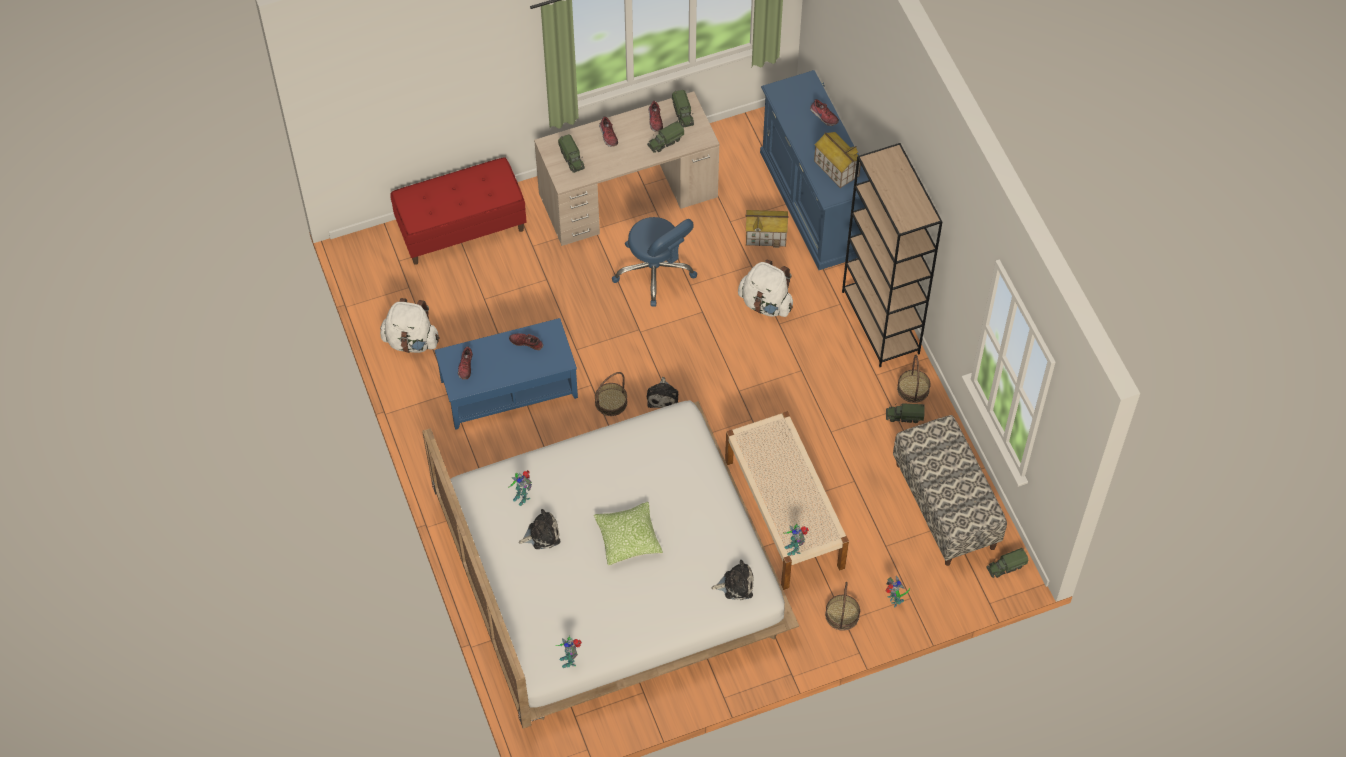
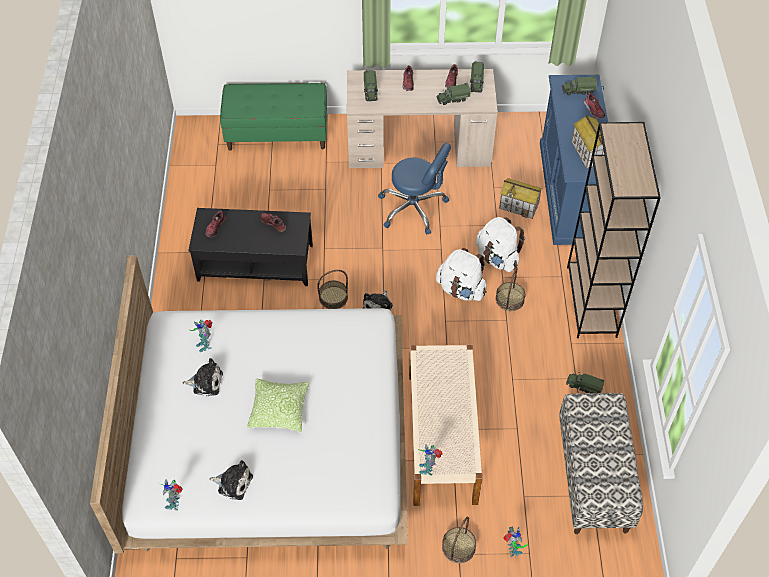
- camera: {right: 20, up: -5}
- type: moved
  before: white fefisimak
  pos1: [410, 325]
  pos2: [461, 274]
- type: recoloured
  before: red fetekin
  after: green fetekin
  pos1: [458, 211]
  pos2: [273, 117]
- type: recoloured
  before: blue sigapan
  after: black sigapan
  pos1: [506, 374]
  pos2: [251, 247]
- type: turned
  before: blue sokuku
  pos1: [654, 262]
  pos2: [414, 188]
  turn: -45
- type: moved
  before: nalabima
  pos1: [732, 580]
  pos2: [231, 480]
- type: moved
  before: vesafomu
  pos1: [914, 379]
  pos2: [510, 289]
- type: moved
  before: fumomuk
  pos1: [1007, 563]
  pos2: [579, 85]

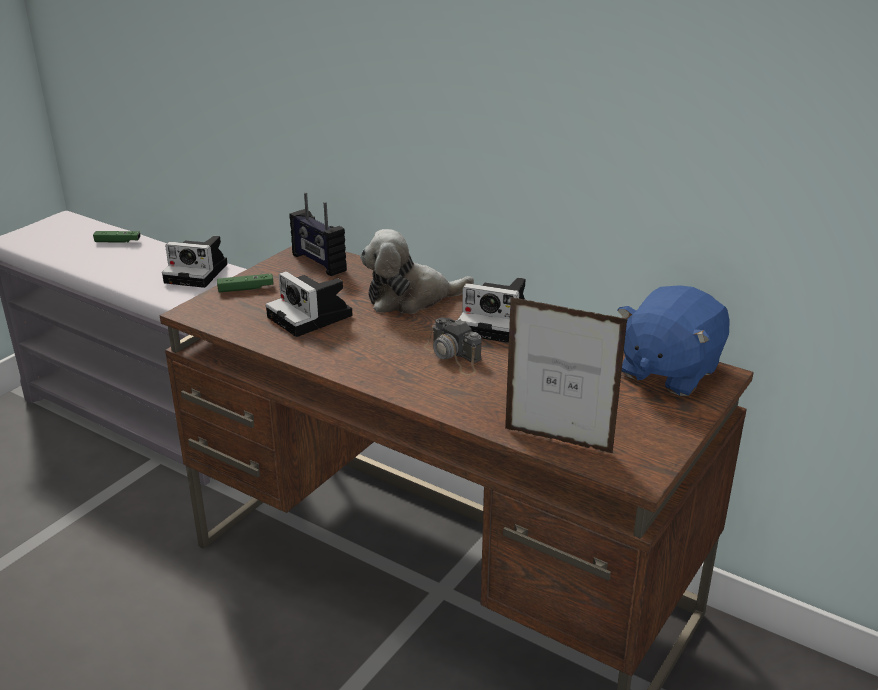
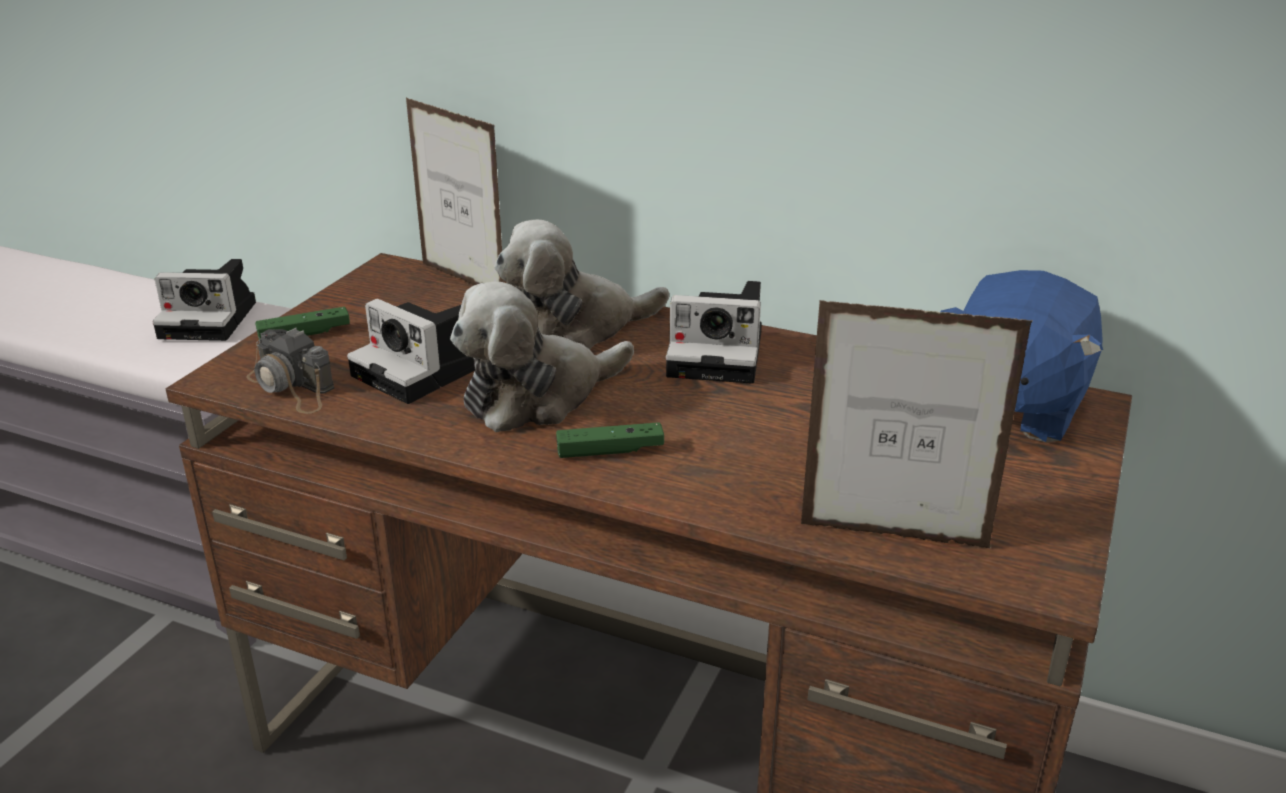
- camera: {right: -10, up: 0}
- type: moved
  before: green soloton
  pos1: [116, 237]
  pos2: [610, 440]
- type: removed
  before: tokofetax
  pos1: [318, 234]
- type: moved
  before: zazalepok
  pos1: [453, 346]
  pos2: [290, 371]
- type: added
  after: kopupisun
  pos2: [455, 191]
- type: added
  after: nalabima
  pos2: [542, 357]

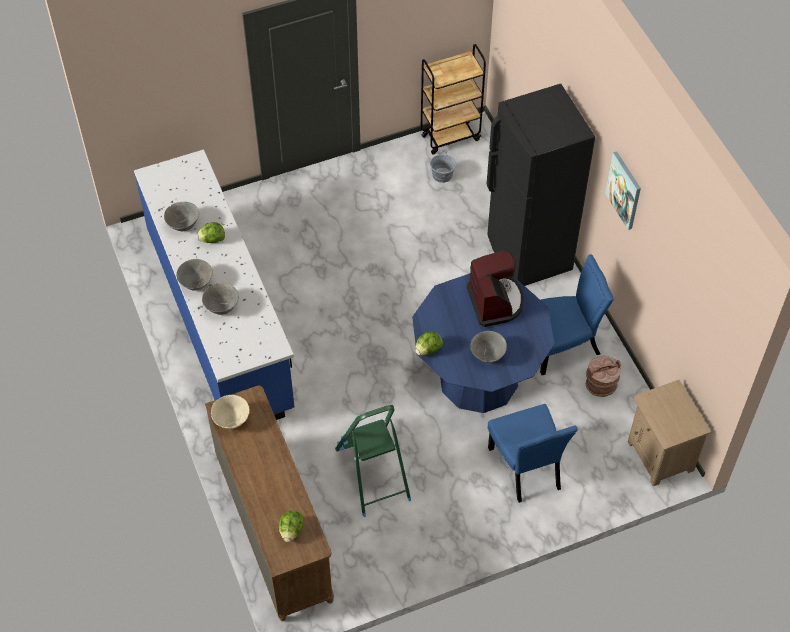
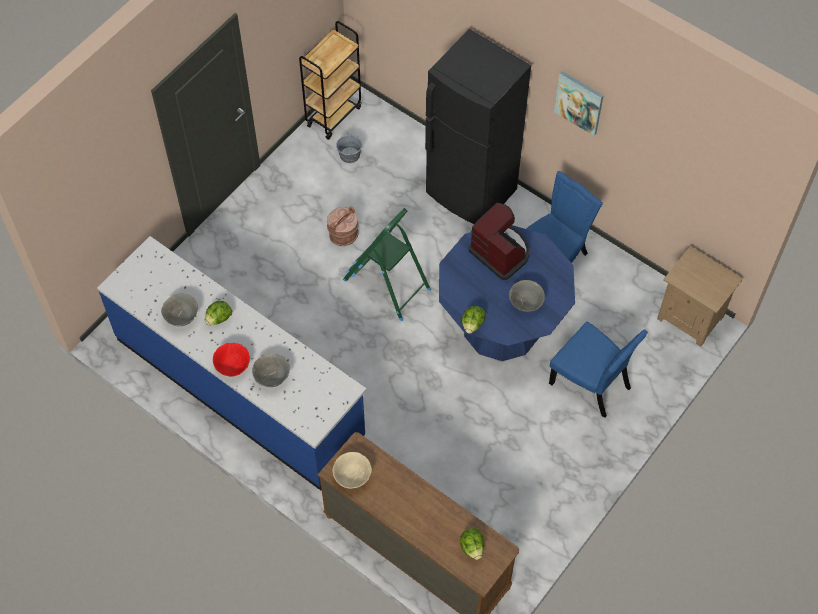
- camera: {right: -30, up: 5}
- type: recoloured
  before: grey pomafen
  after: red pomafen
  pos1: [194, 274]
  pos2: [231, 359]
- type: moved
  before: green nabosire
  pos1: [373, 461]
  pos2: [387, 264]
- type: moved
  before: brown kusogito
  pos1: [603, 376]
  pos2: [343, 226]

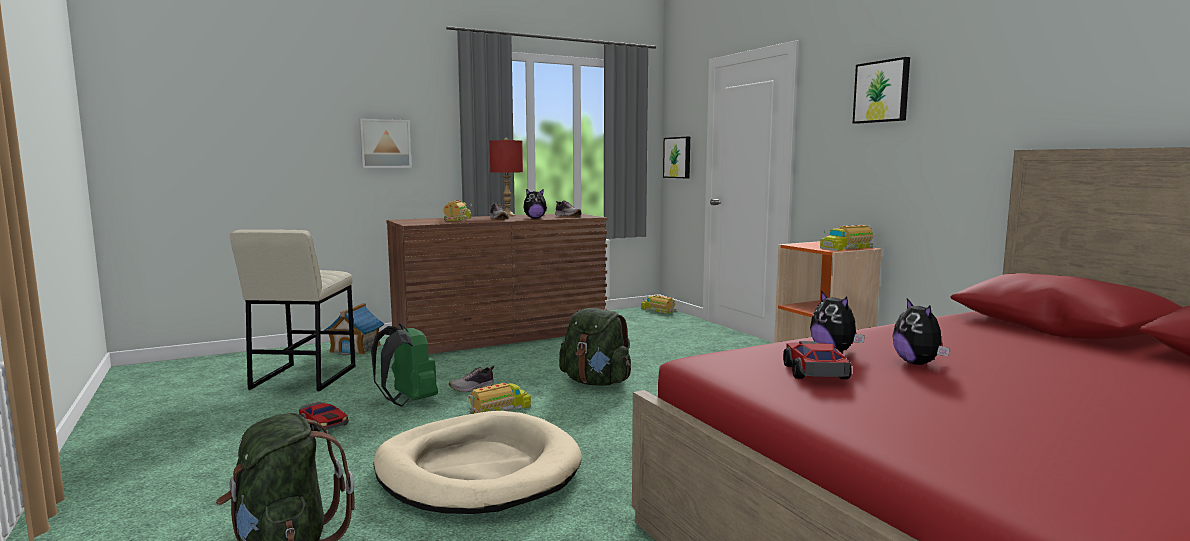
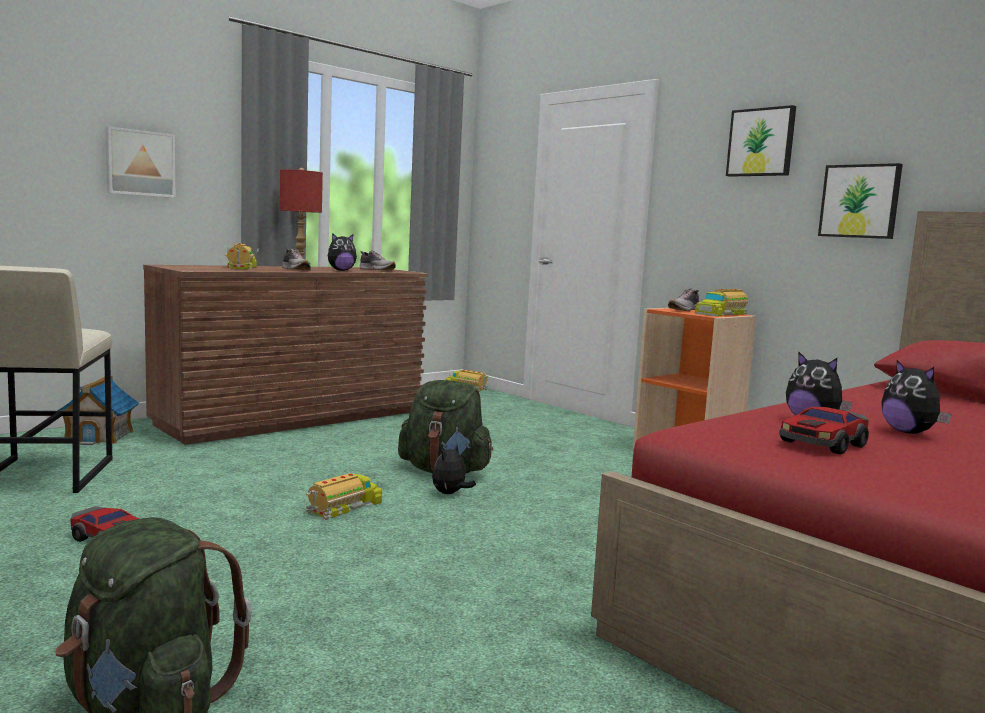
- camera: {right: -15, up: 0}
- type: removed
  before: green fefisimak
  pos1: [404, 365]
- type: removed
  before: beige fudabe
  pos1: [477, 462]
- type: moved
  before: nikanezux
  pos1: [471, 379]
  pos2: [683, 299]
- type: moved
  before: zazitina
  pos1: [676, 157]
  pos2: [860, 201]
- type: turned
  before: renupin
  pos1: [817, 360]
  pos2: [824, 431]
  turn: -120
- type: added
  after: nalabima
  pos2: [454, 469]

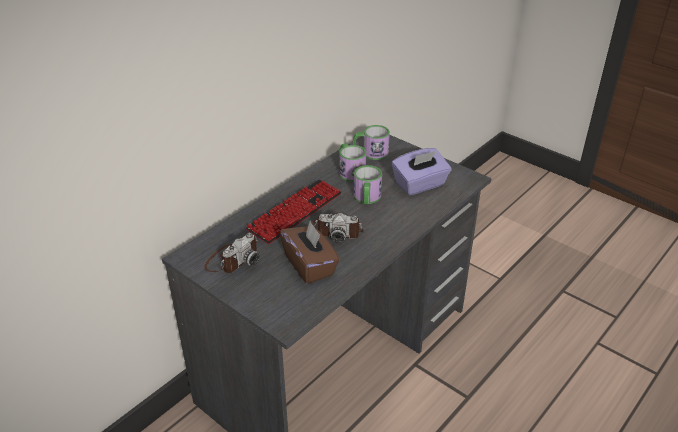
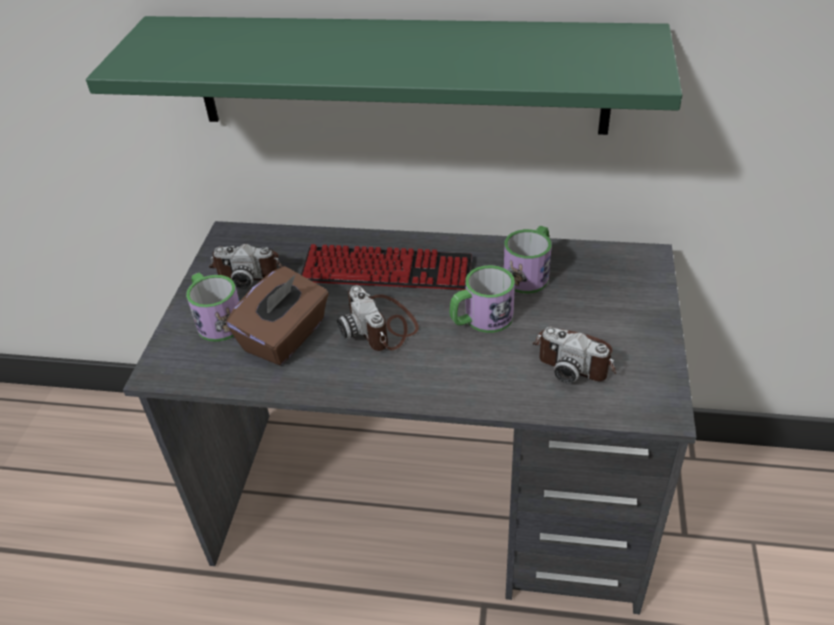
- camera: {right: 60, up: 5}
- type: moved
  before: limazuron
  pos1: [371, 142]
  pos2: [213, 307]
- type: replaced
  before: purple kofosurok
  after: zazalepok
  pos1: [421, 171]
  pos2: [574, 355]
- type: added
  after: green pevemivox
  pos2: [384, 75]

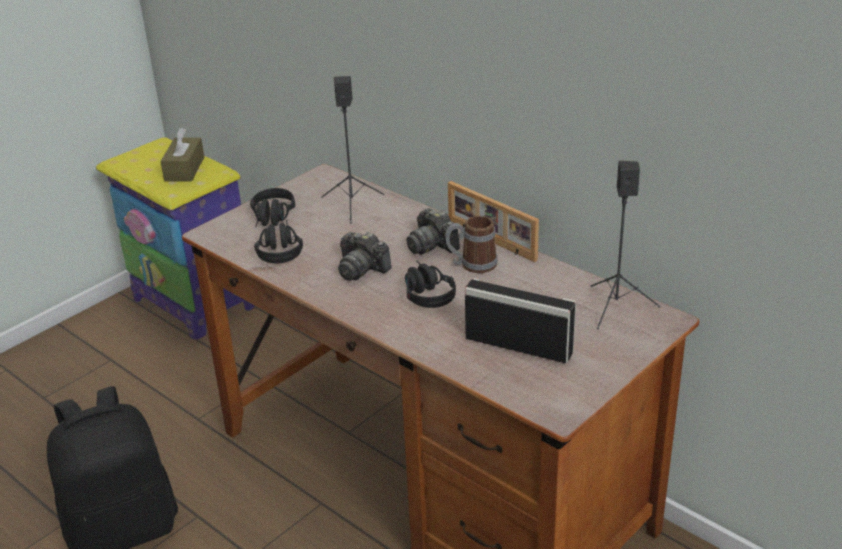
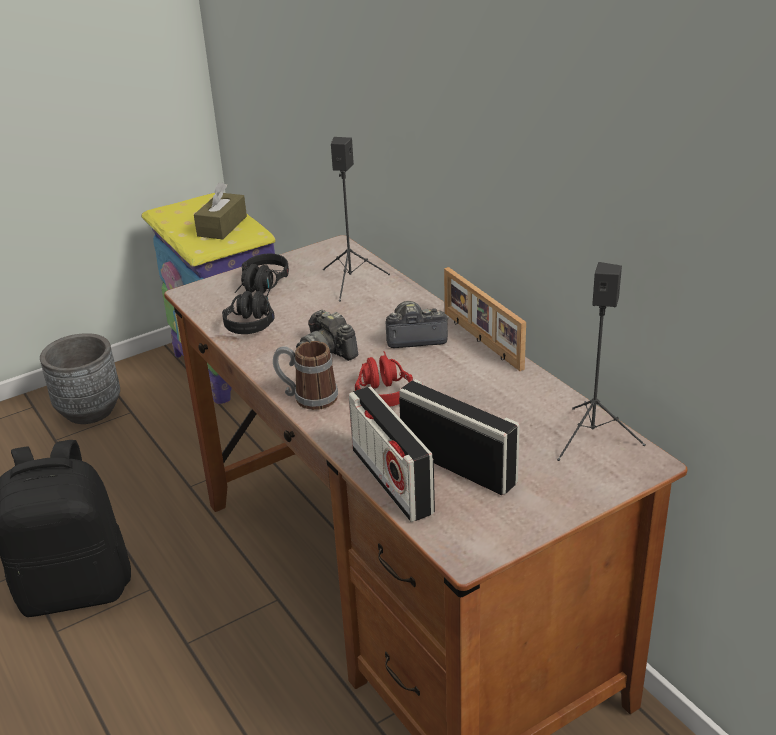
- camera: {right: 15, up: 0}
- type: recoloured
  before: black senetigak
  after: red senetigak
  pos1: [430, 284]
  pos2: [384, 379]
- type: turned
  before: zazalepok
  pos1: [433, 231]
  pos2: [417, 324]
  turn: 105
- type: moved
  before: limazuron
  pos1: [471, 244]
  pos2: [305, 375]
- type: added
  after: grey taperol
  pos2: [80, 378]
- type: added
  after: tokofetax
  pos2: [391, 454]

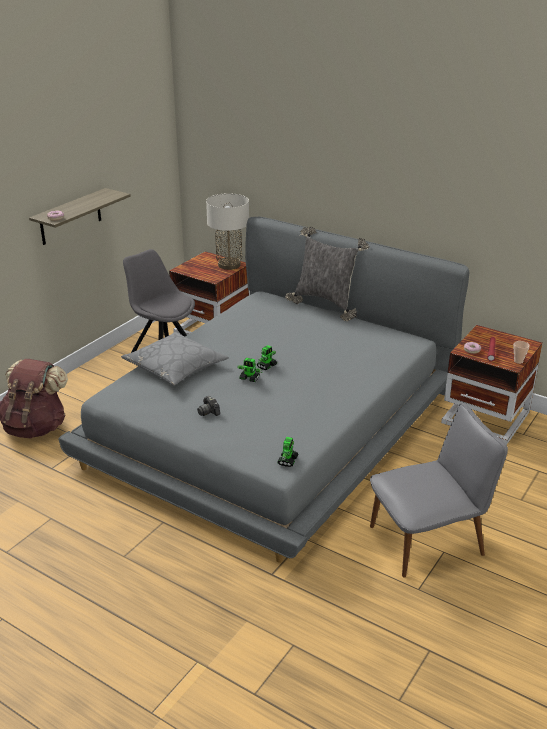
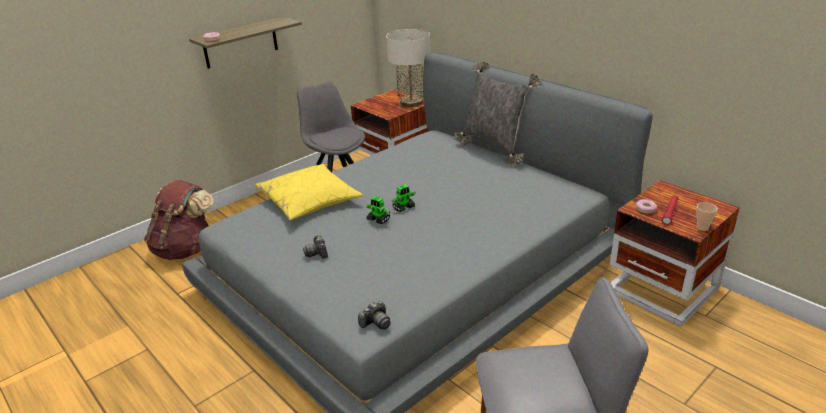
- camera: {right: 15, up: 0}
- type: recoloured
  before: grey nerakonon
  after: yellow nerakonon
  pos1: [175, 359]
  pos2: [309, 192]
- type: replaced
  before: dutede
  after: zazalepok
  pos1: [287, 452]
  pos2: [374, 315]

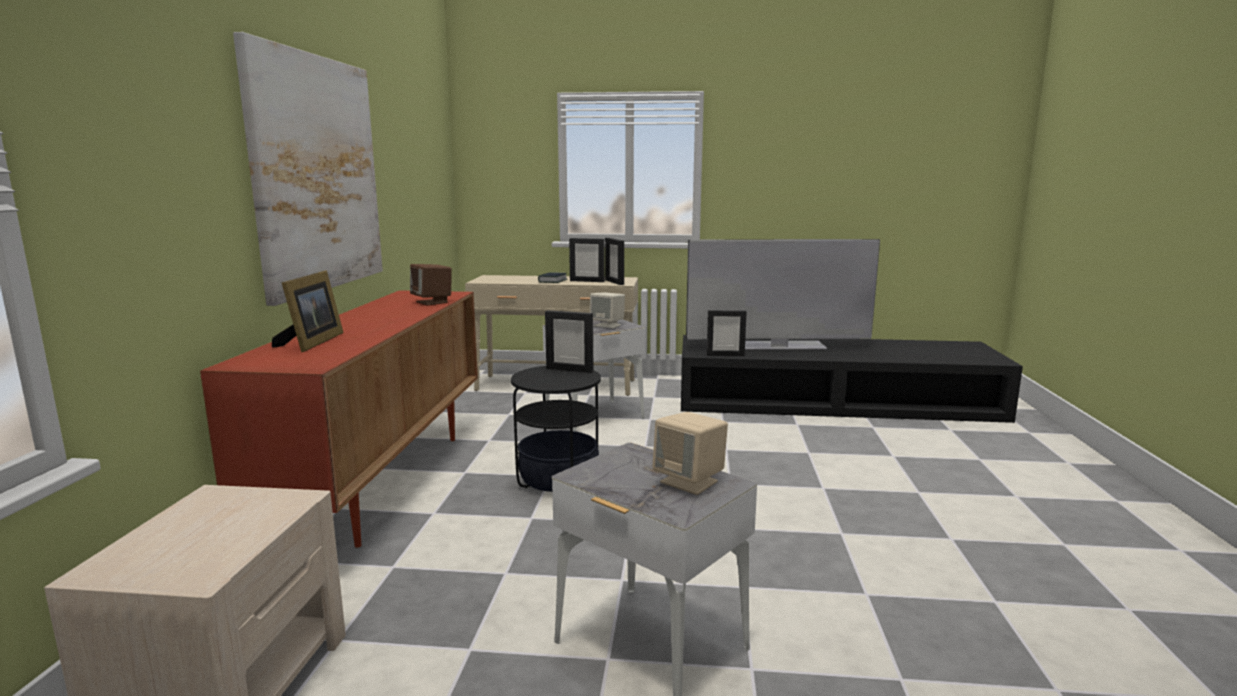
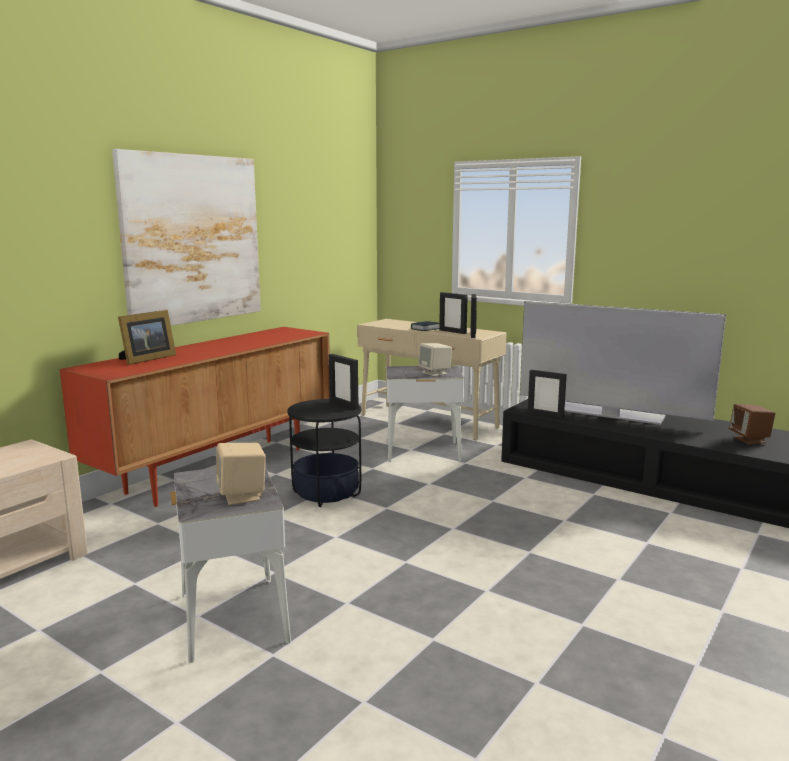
- camera: {right: 30, up: 0}
- type: moved
  before: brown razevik
  pos1: [431, 284]
  pos2: [752, 424]

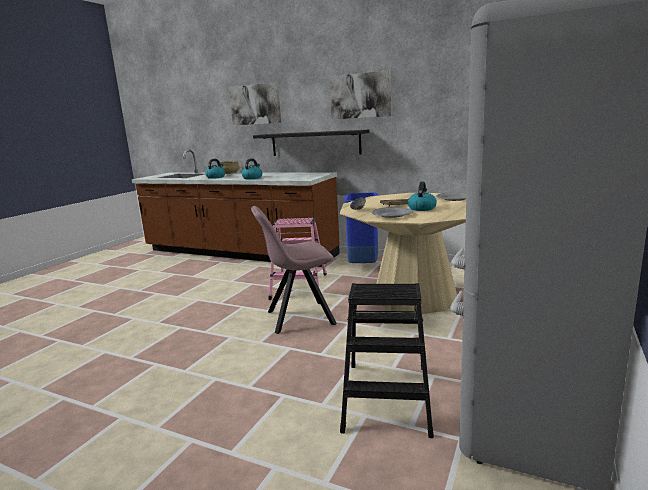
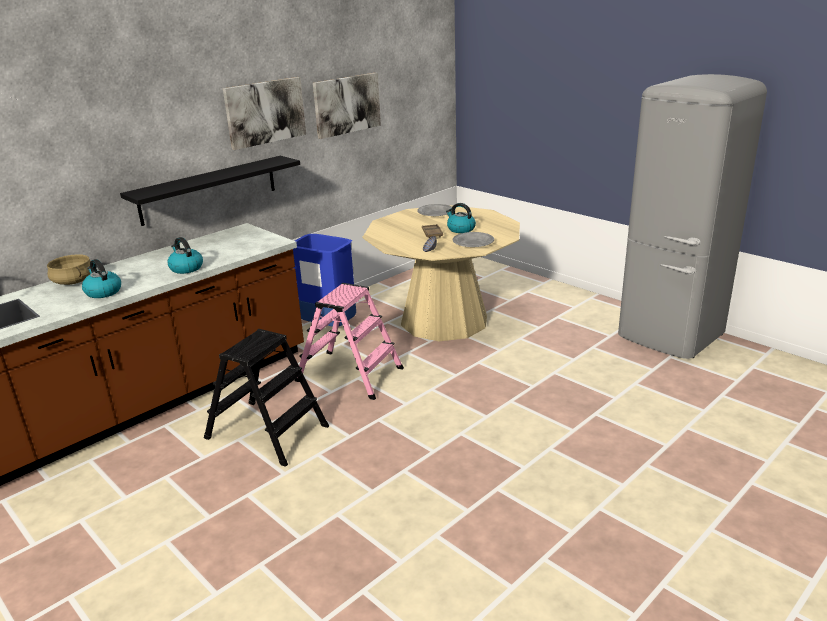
- camera: {right: -70, up: 10}
- type: moved
  before: zazitina
  pos1: [255, 103]
  pos2: [347, 106]
- type: removed
  before: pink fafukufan
  pos1: [293, 270]
- type: moved
  before: black nabosire
  pos1: [387, 360]
  pos2: [266, 398]

